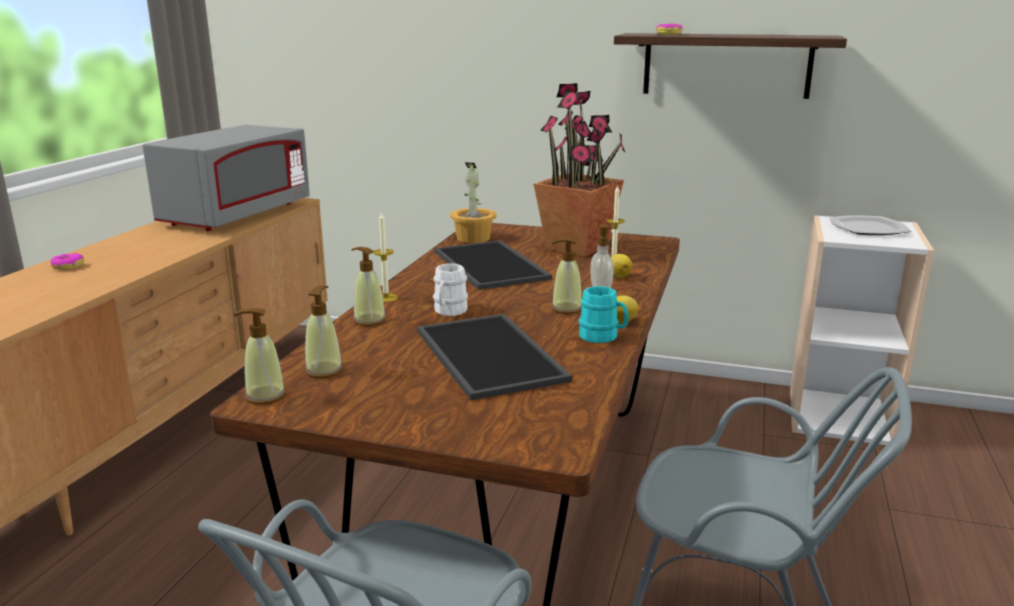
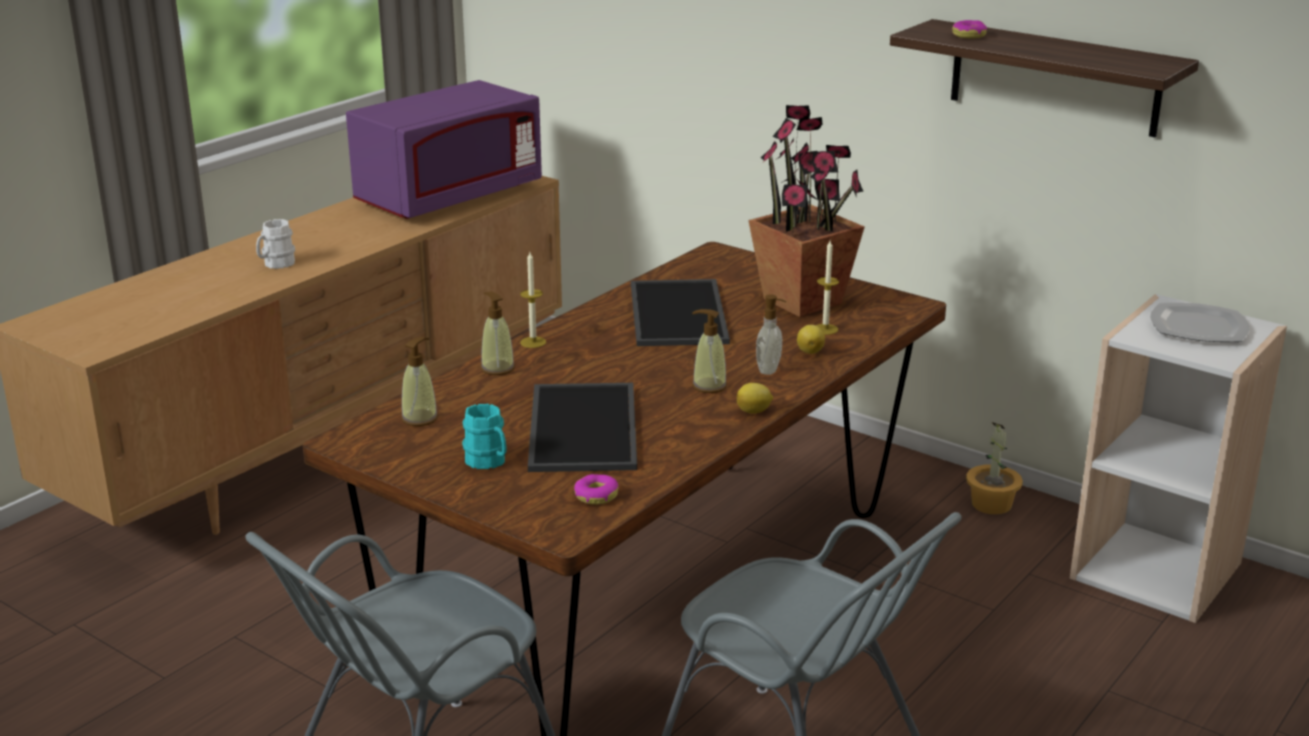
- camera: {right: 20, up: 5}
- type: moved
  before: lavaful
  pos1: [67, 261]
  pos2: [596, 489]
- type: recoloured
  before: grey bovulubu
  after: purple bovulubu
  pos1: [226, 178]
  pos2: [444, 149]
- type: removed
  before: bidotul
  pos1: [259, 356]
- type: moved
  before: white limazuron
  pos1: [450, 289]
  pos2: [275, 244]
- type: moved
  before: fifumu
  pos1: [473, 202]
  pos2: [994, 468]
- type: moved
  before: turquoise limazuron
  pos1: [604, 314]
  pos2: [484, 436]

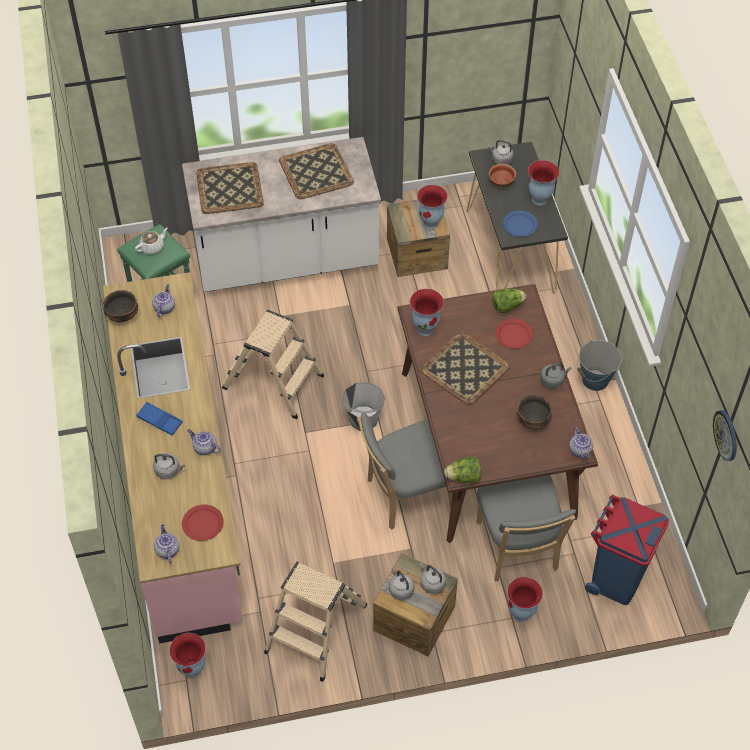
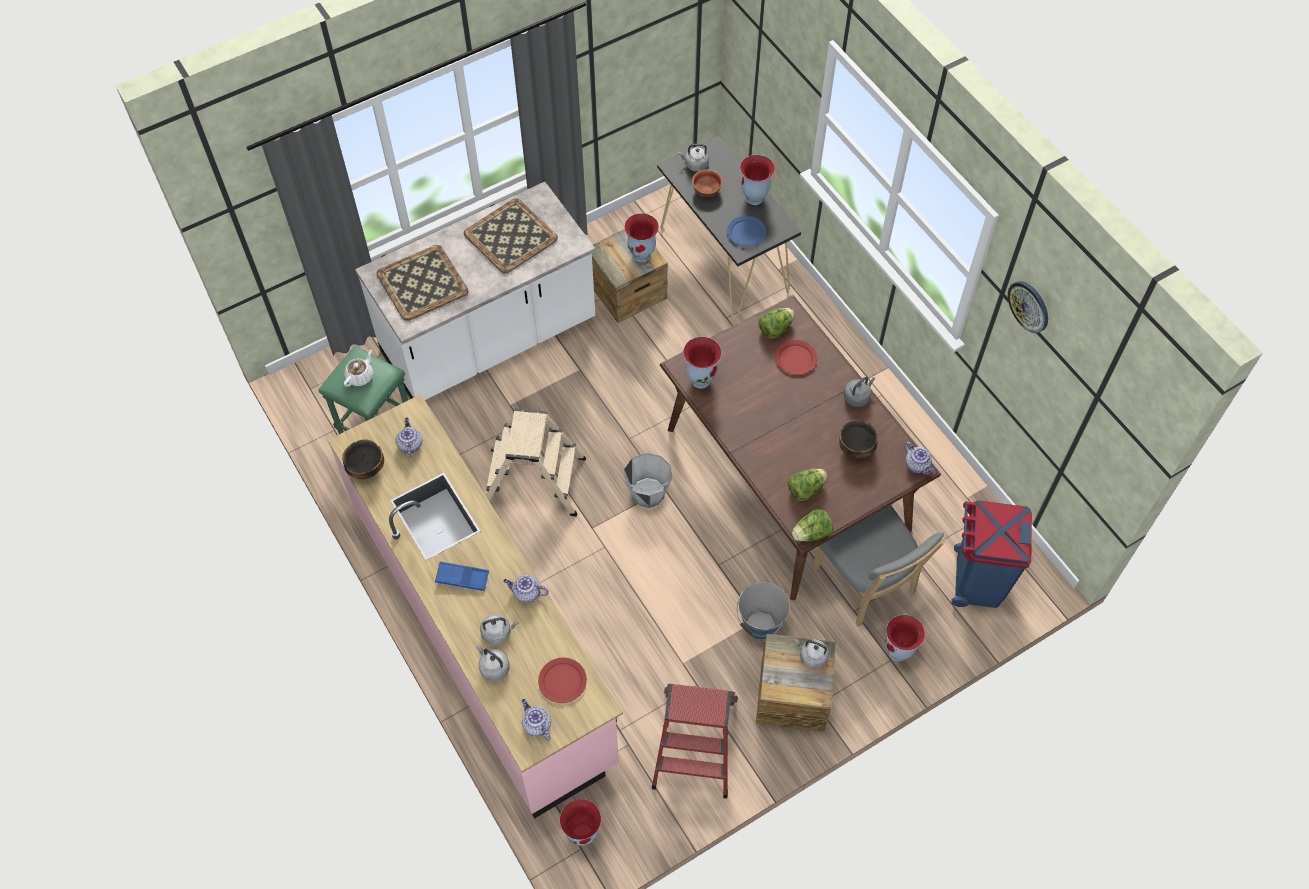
- camera: {right: -20, up: 5}
- type: recoloured
  before: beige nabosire
  after: red nabosire
  pos1: [315, 621]
  pos2: [695, 741]
- type: removed
  before: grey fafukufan
  pos1: [405, 471]
- type: moved
  before: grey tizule
  pos1: [402, 583]
  pos2: [493, 663]
- type: removed
  before: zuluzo
  pos1: [465, 368]
- type: moved
  before: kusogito
  pos1: [599, 365]
  pos2: [763, 611]
- type: moved
  before: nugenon
  pos1: [725, 435]
  pos2: [1028, 307]
- type: added
  after: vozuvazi
  pos2: [807, 485]

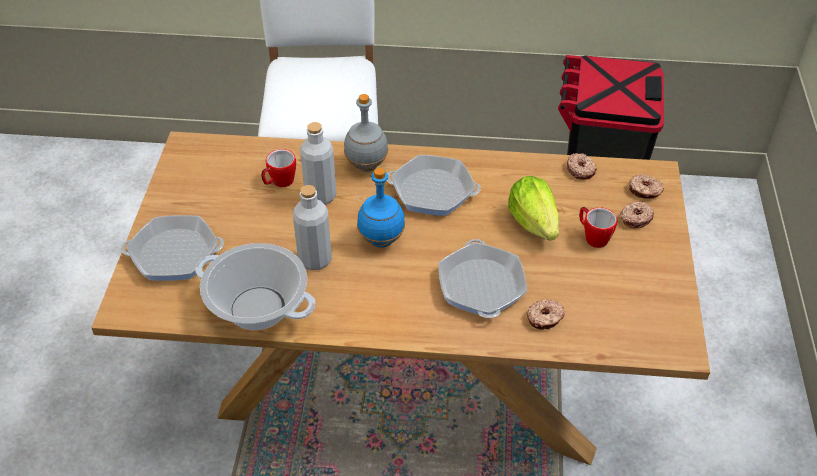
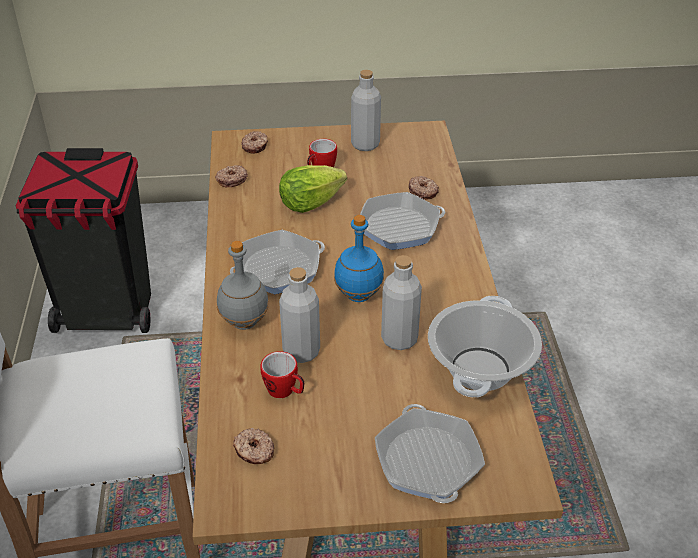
- camera: {right: -100, up: -5}
- type: turned
  before: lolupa
  pos1: [434, 185]
  pos2: [277, 262]
  turn: 60
- type: moved
  before: lavaful
  pos1: [637, 214]
  pos2: [253, 446]
- type: added
  after: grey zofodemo
  pos2: [366, 110]

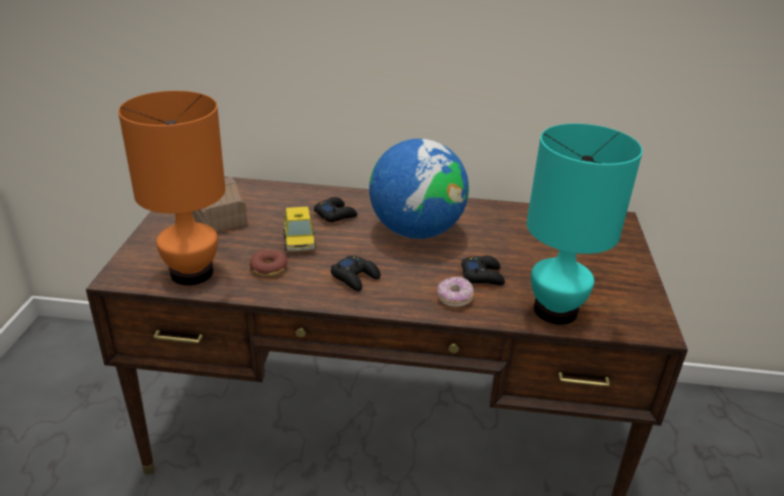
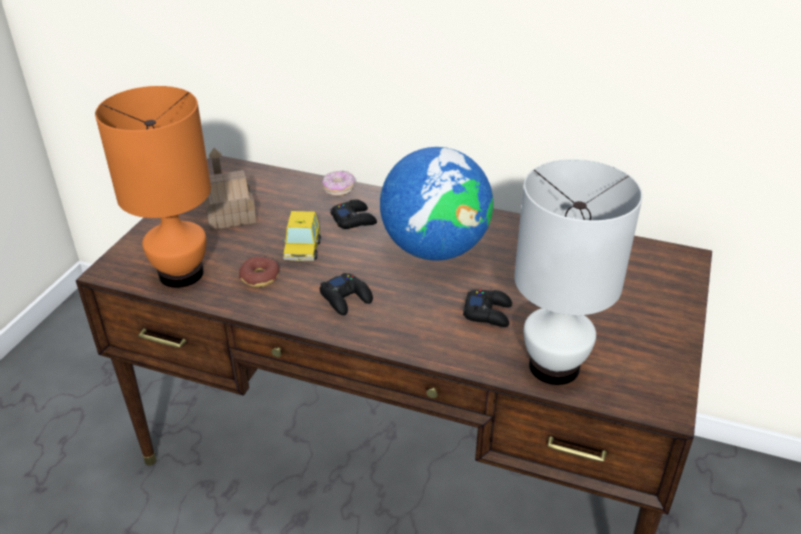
- camera: {right: 15, up: 5}
- type: moved
  before: lavaful
  pos1: [455, 292]
  pos2: [338, 184]
- type: recoloured
  before: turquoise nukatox
  after: white nukatox
  pos1: [585, 224]
  pos2: [578, 272]

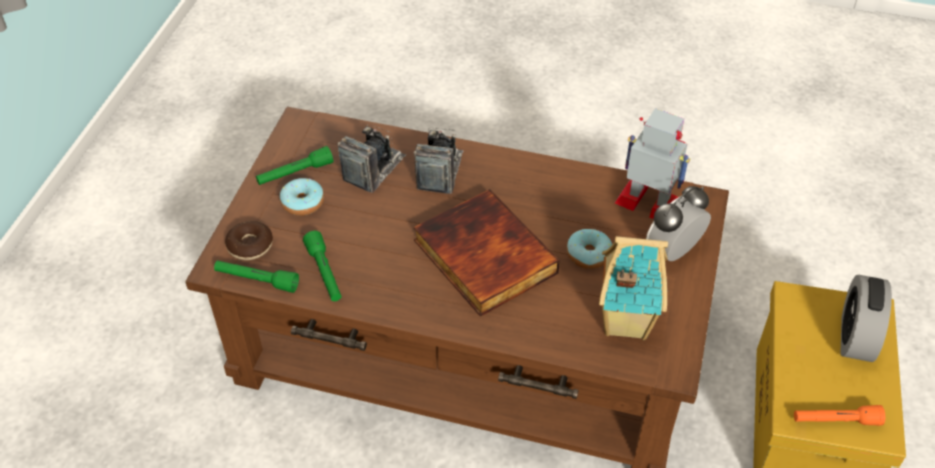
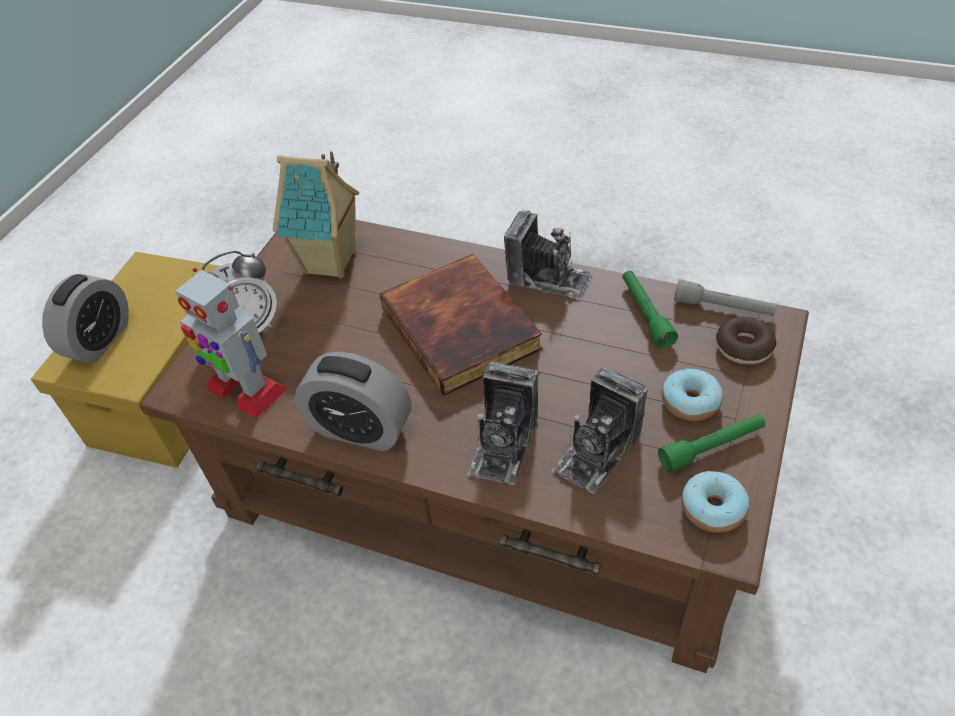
- camera: {right: -170, up: 0}
- type: recoloured
  before: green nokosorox
  after: grey nokosorox
  pos1: [256, 276]
  pos2: [725, 297]
- type: moved
  before: lavaful
  pos1: [589, 249]
  pos2: [715, 502]
- type: removed
  before: orange nokosorox
  pos1: [839, 415]
- type: added
  after: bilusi
  pos2: [353, 401]
- type: added
  after: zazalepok
  pos2: [548, 255]

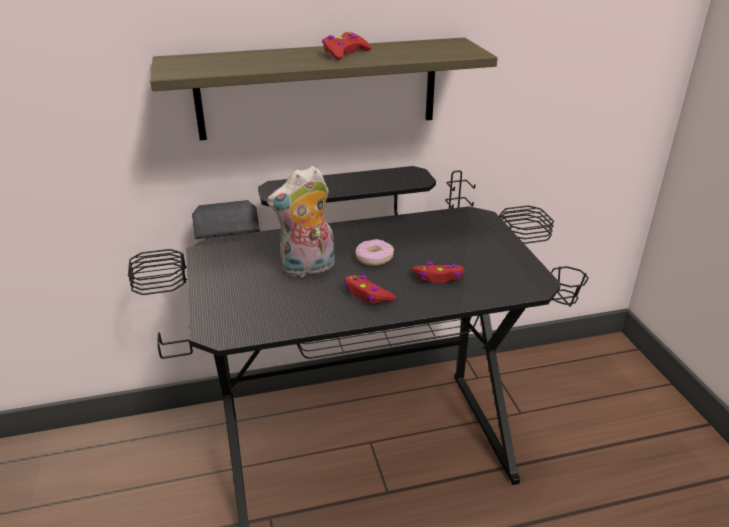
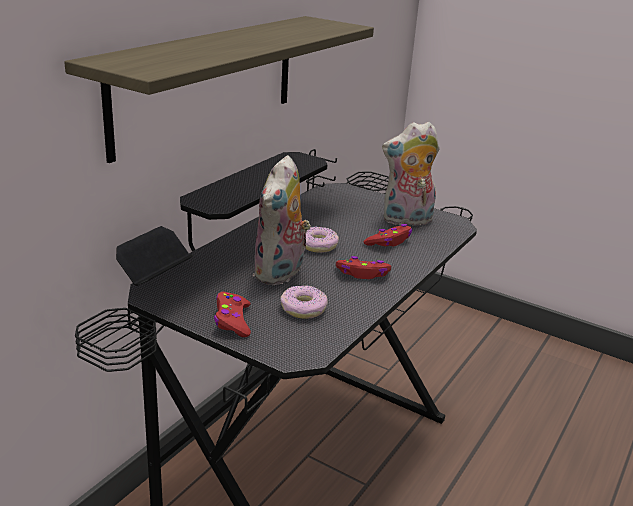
- camera: {right: -45, up: -5}
- type: moved
  before: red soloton
  pos1: [347, 46]
  pos2: [232, 314]
- type: added
  after: lavaful
  pos2: [304, 302]
- type: added
  after: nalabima
  pos2: [411, 174]

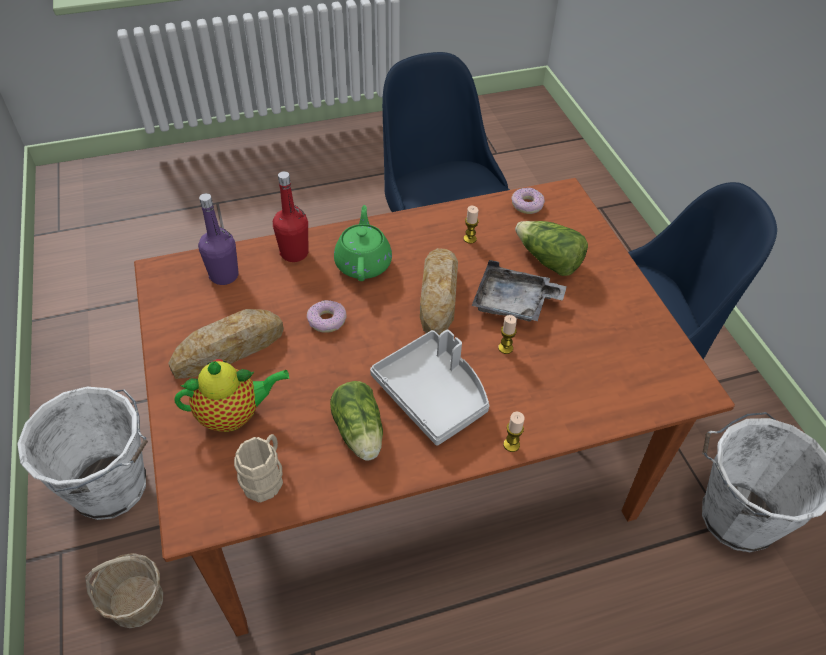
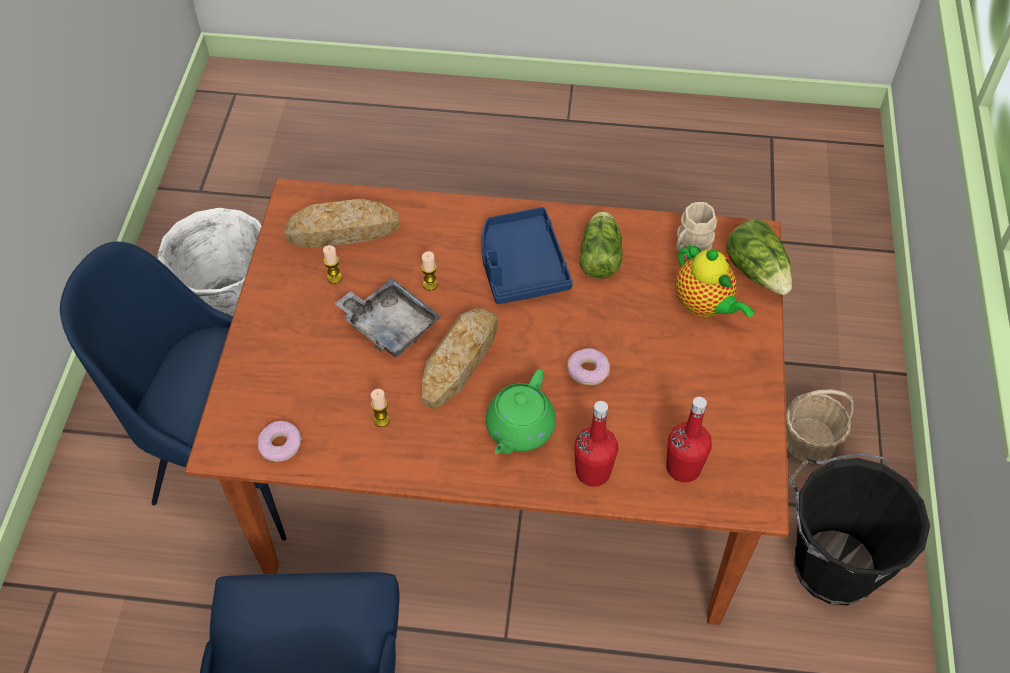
- camera: {right: -155, up: 5}
- type: recoloured
  before: white kusogito
  after: black kusogito
  pos1: [82, 453]
  pos2: [859, 529]
- type: moved
  before: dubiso
  pos1: [226, 344]
  pos2: [342, 223]
- type: turned
  before: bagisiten
  pos1: [232, 395]
  pos2: [715, 281]
  turn: -135
- type: recoloured
  before: purple zofodemo
  after: red zofodemo
  pos1: [218, 239]
  pos2: [689, 440]
- type: recoloured
  before: grey zuluzo
  after: blue zuluzo
  pos1: [430, 388]
  pos2: [527, 255]
- type: moved
  before: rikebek
  pos1: [514, 432]
  pos2: [332, 264]
- type: moved
  before: vozuvazi
  pos1: [551, 248]
  pos2: [759, 257]

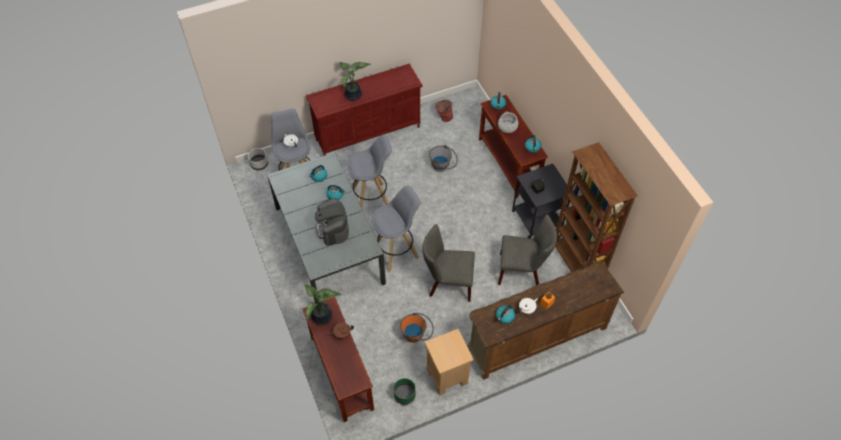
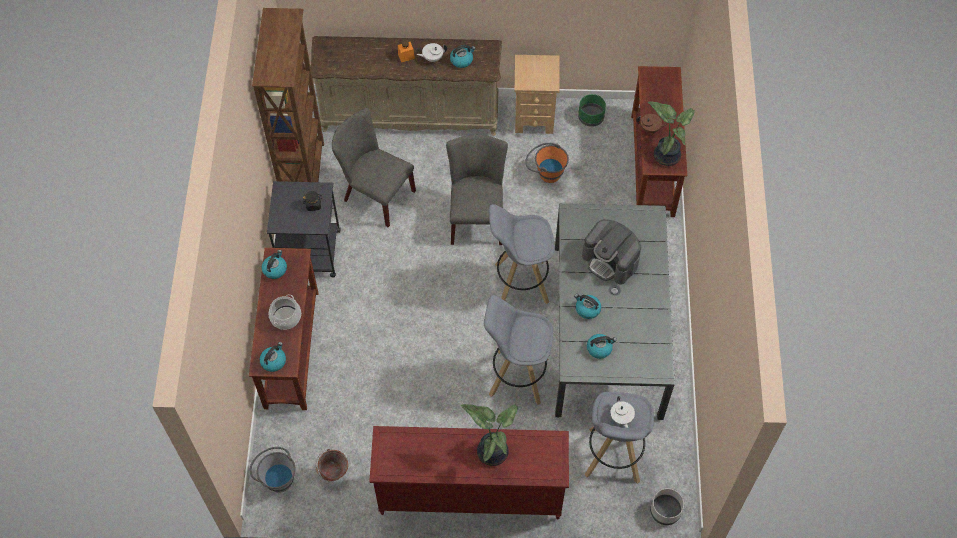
- camera: {right: -155, up: 5}
- type: turned
  before: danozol
  pos1: [332, 222]
  pos2: [611, 251]
  turn: 120
- type: turned
  before: grey fafukufan
  pos1: [448, 263]
  pos2: [477, 190]
  turn: -120
- type: moved
  before: grey kusogito
  pos1: [443, 158]
  pos2: [272, 470]

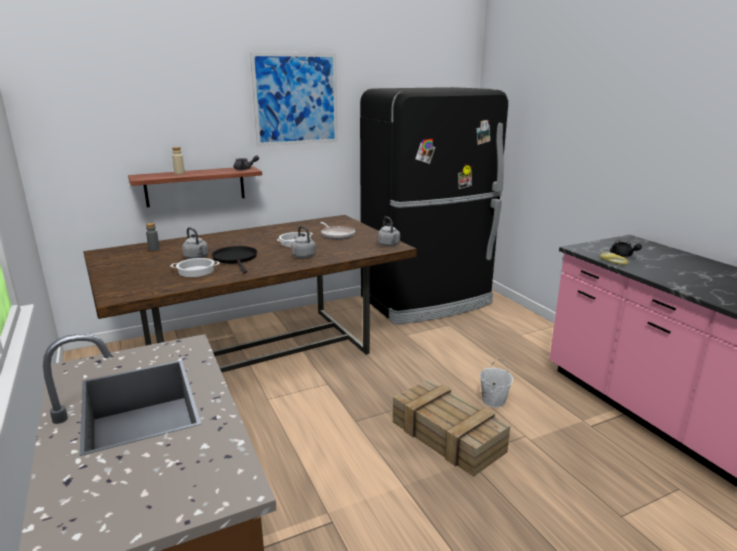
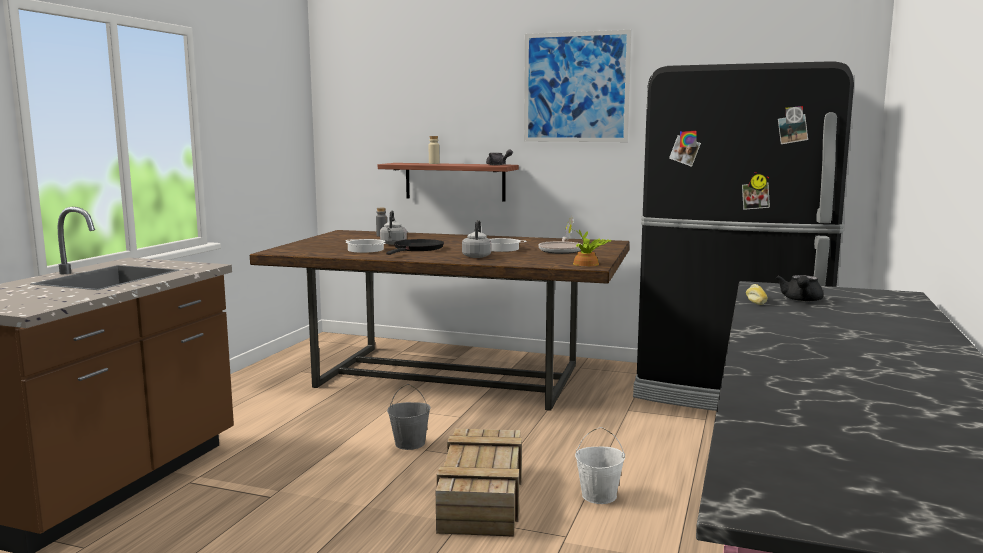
- camera: {right: 45, up: -10}
- type: replaced
  before: grey tizule
  after: fifumu
  pos1: [388, 231]
  pos2: [588, 240]
- type: added
  after: grey kusogito
  pos2: [409, 417]

